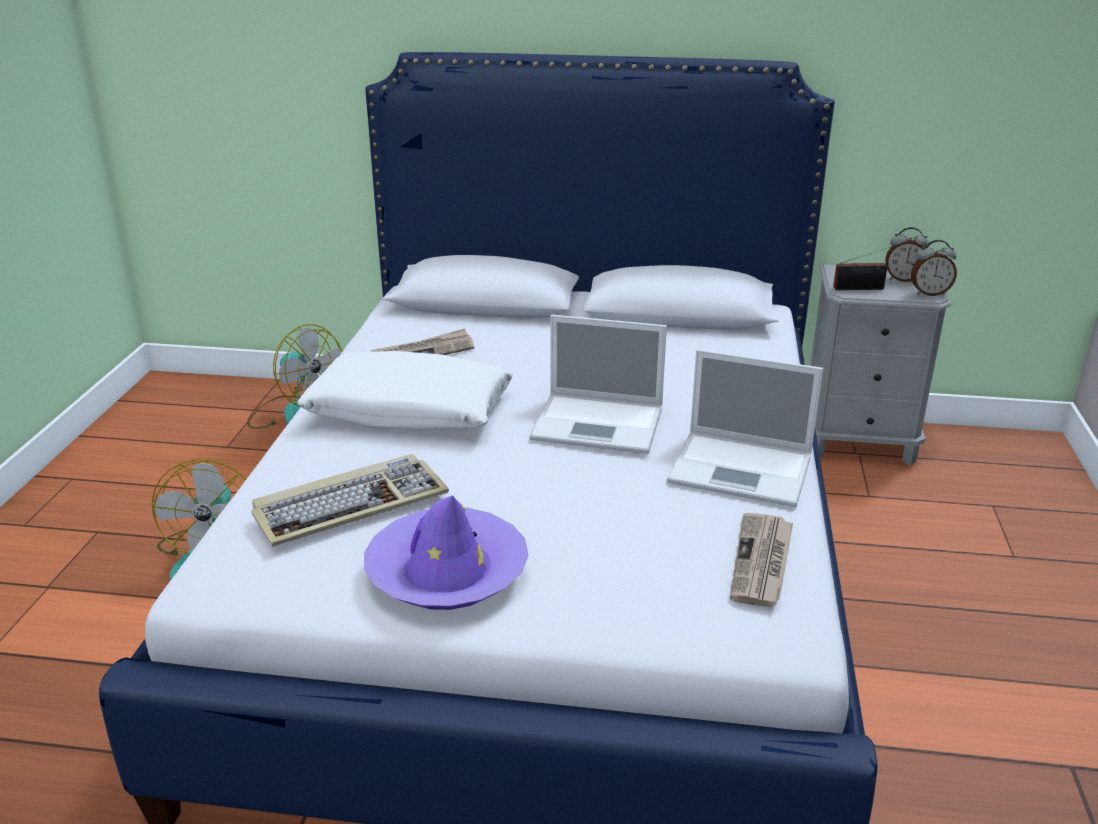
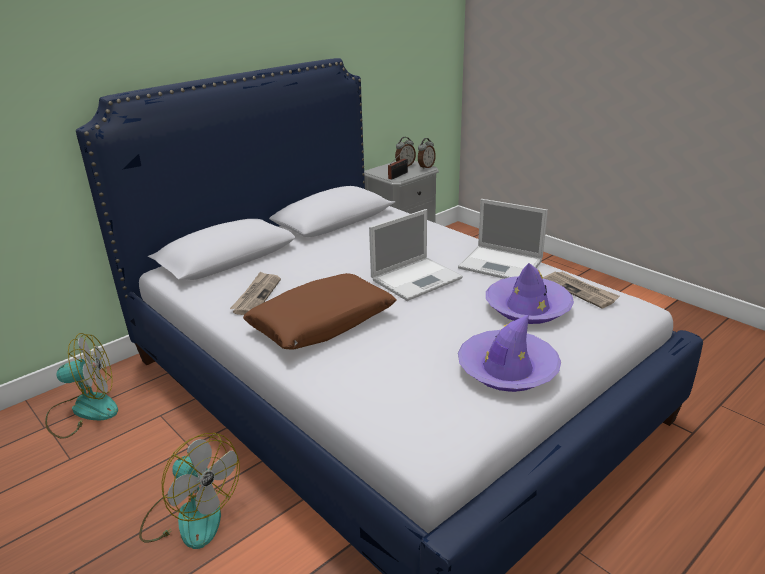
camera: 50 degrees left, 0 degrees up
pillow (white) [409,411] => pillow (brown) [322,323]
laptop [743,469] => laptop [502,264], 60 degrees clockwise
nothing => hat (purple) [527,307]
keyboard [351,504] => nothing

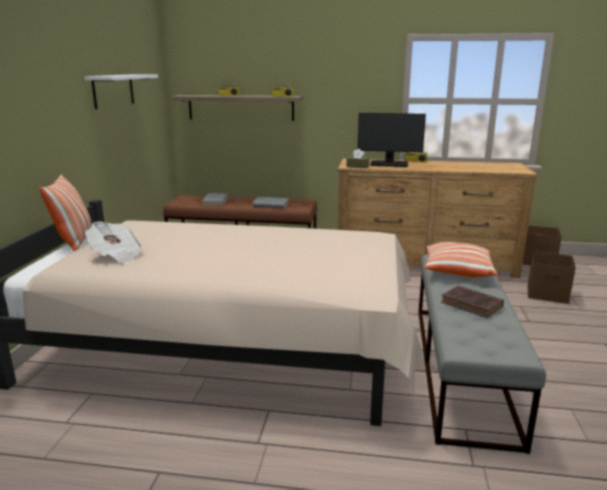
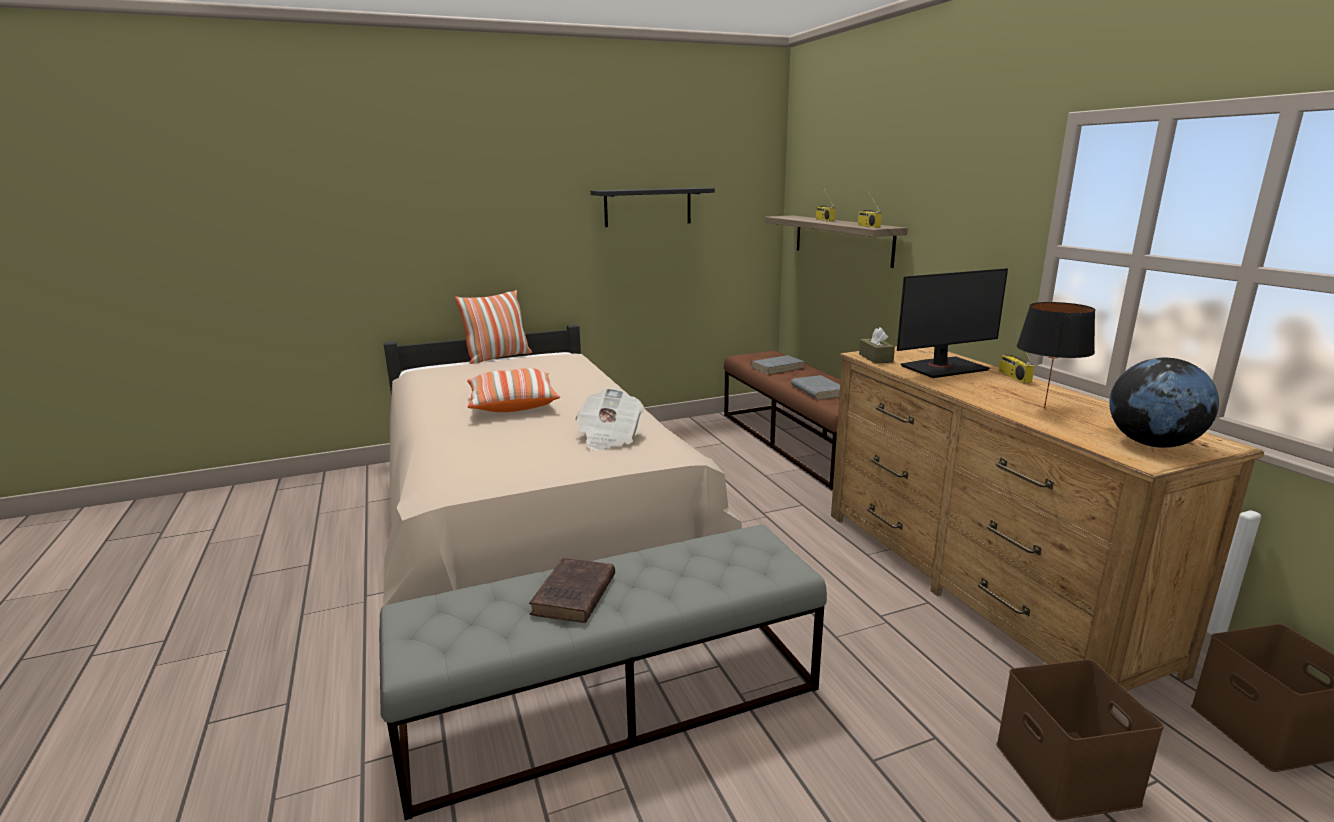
camera: 60 degrees right, 0 degrees up
pillow [457,271] => pillow [512,404], move
newspaper [116,255] => newspaper [609,437], move
shelf (white) [113,90] => shelf (black) [648,207]
monitor [389,164] => monitor [943,368], 90 degrees counterclockwise
nothing => table lamp (black) [1045,408]
nothing => globe [1152,444]

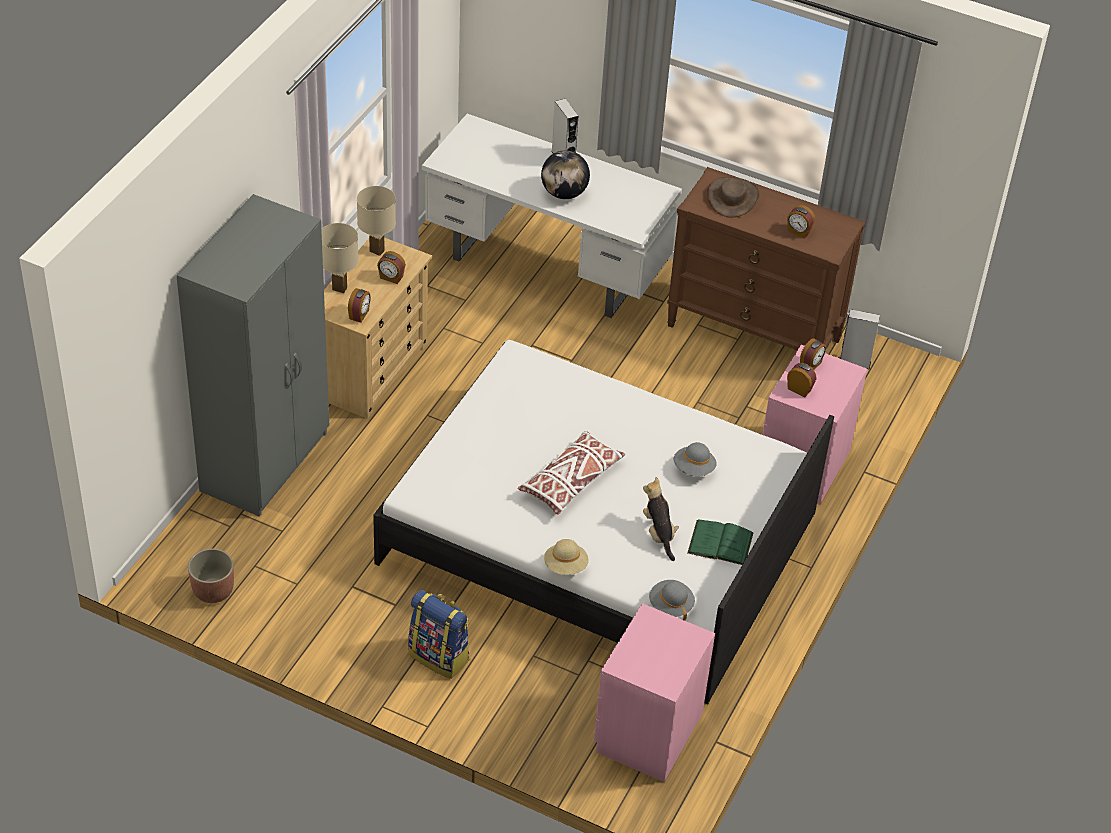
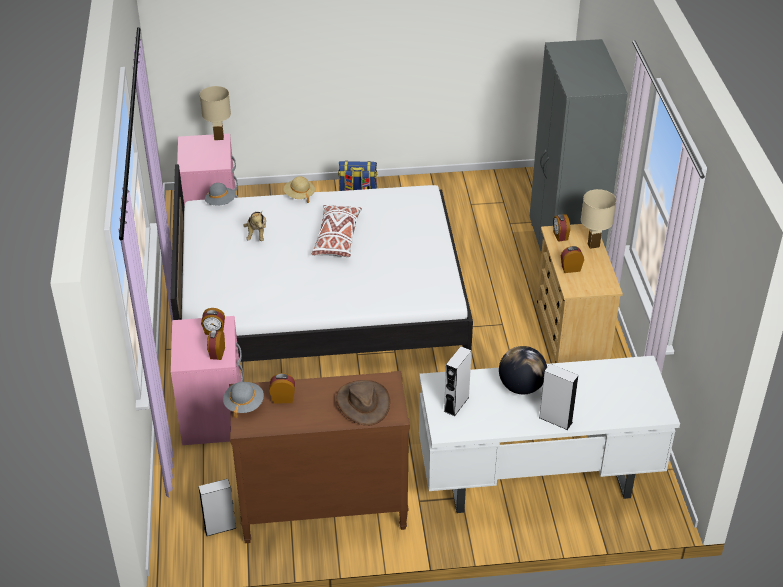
camera: 150 degrees right, 5 degrees down
table lamp (beige) [377,251] => table lamp (beige) [218,138], move
hat (grey) [694,468] => hat (grey) [244,404], move
plush toy [659,533] => plush toy [257,234], 45 degrees clockwise
nothing => speaker (grey) [456,404]
planter [213,590] => nothing
book (green) [720,543] => nothing

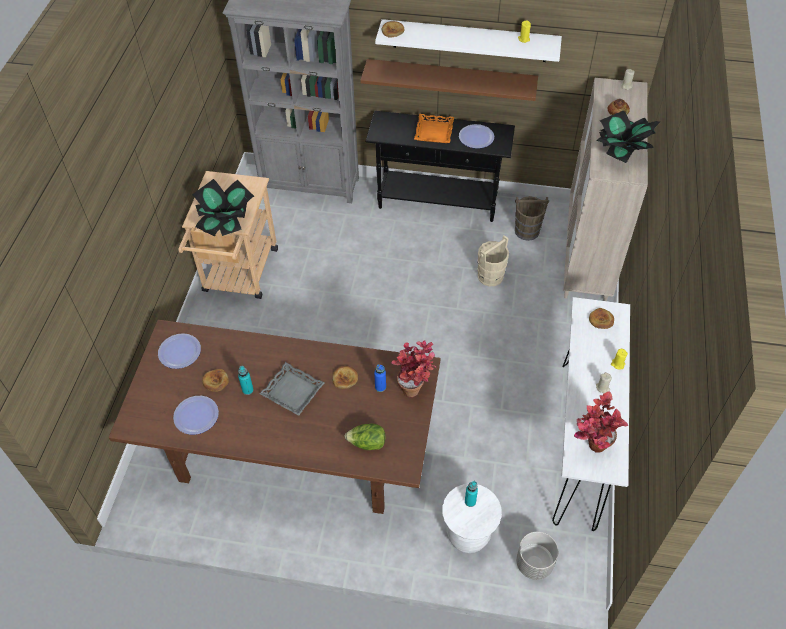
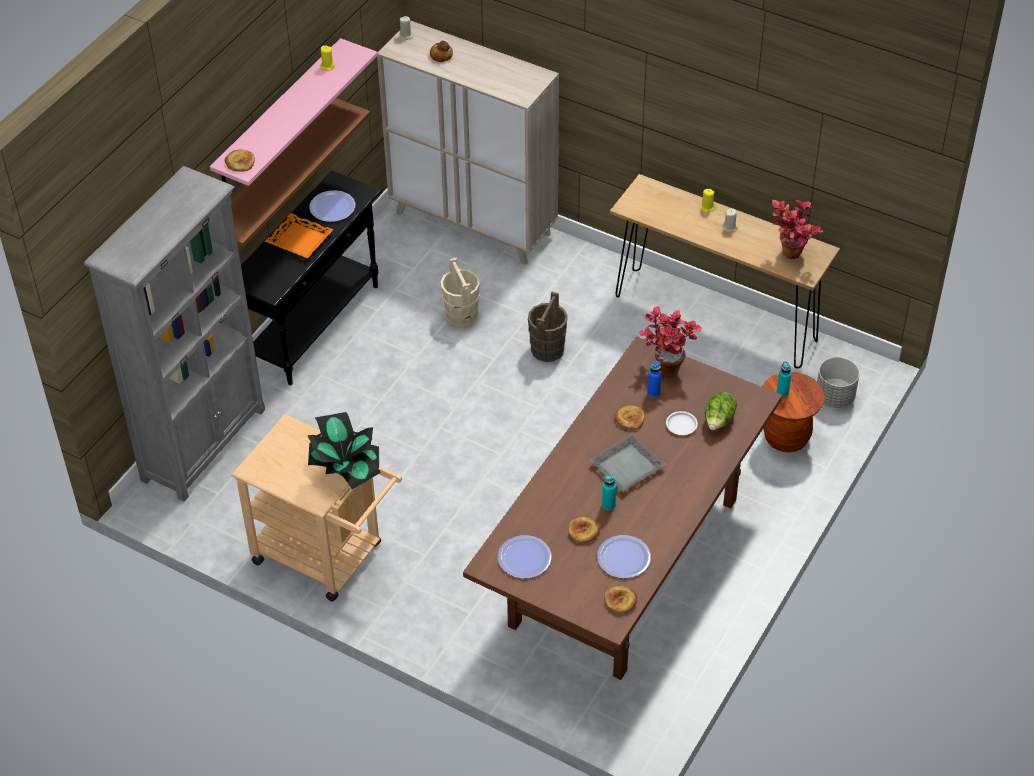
camera: 70 degrees left, 5 degrees down
shelf (white) [469,40] => shelf (pink) [279,115]
bucket (brown) [527,231] => bucket (brown) [547,349], move
bread [601,320] => bread [620,601], move
console table (white) [578,442] => console table (brown) [715,318]
nothing => plate (white) [681,425]
stool (white) [468,535] => stool (brown) [786,437]
potted plant [620,153] => nothing

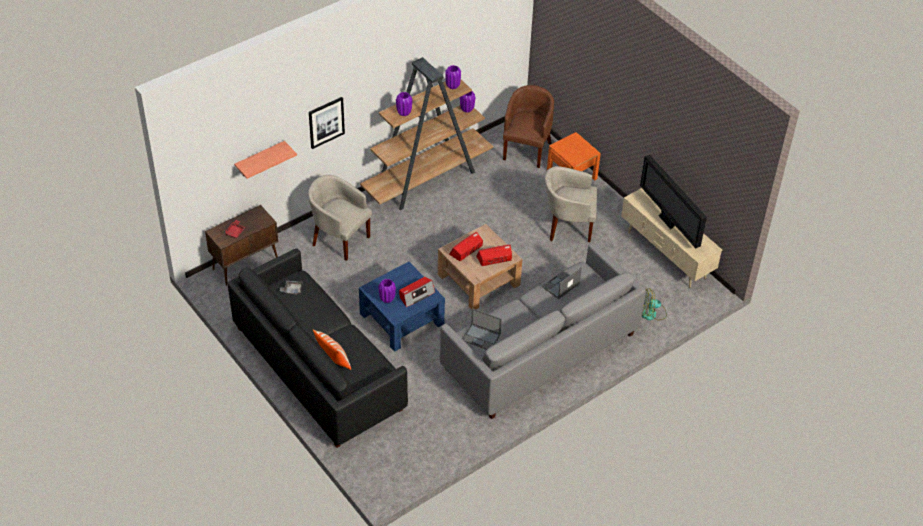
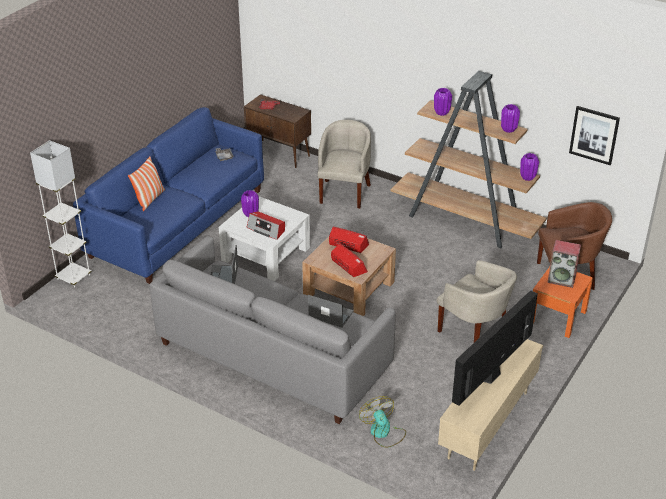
camera: 70 degrees right, 10 degrees down
nothing => floor lamp (white) [73,277]
sofa (black) [318,368] => sofa (blue) [178,223]
coffee table (blue) [401,318] => coffee table (white) [265,254]
armchair (beige) [568,226] => armchair (beige) [474,333], 150 degrees clockwise
nothing => speaker [562,279]
picture [326,122] => picture [594,135], move
shelf [260,159] => nothing

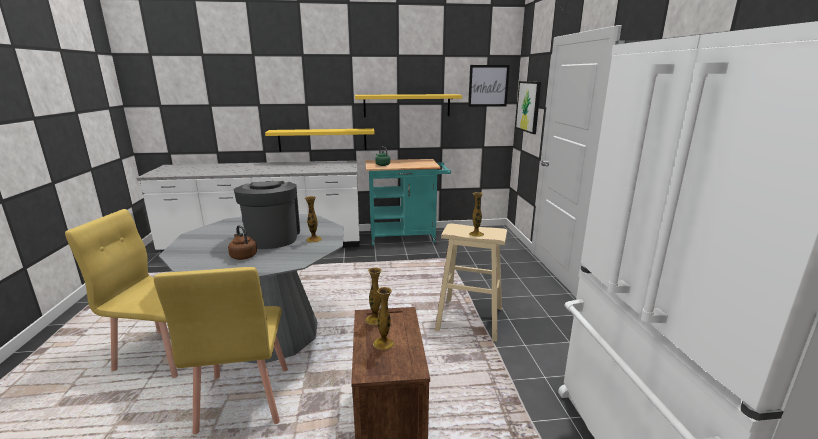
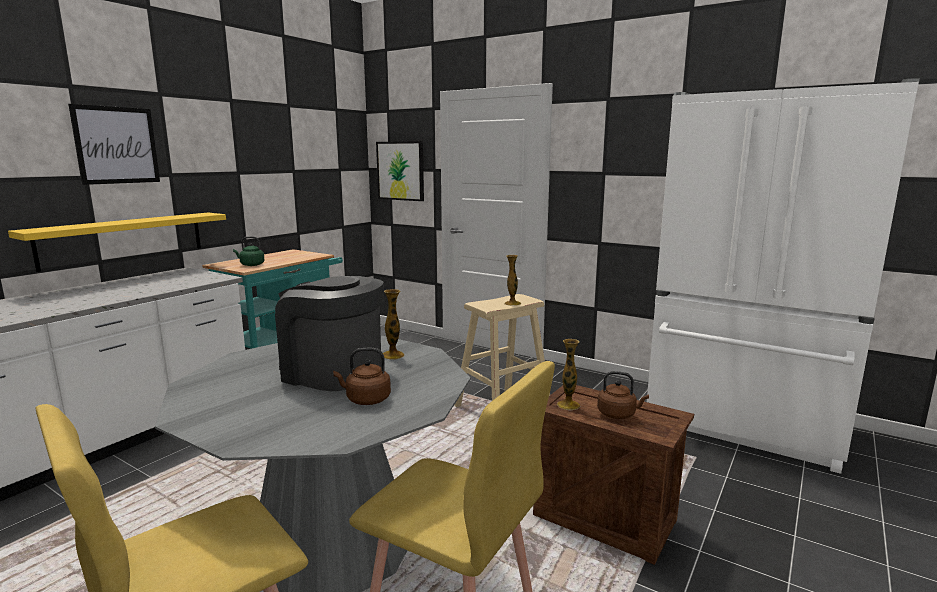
camera: 50 degrees left, 5 degrees down
picture [488,86] => picture [116,145], move
vase [383,343] => kettle (brown) [618,414]
shelf (yellow) [407,105] => nothing

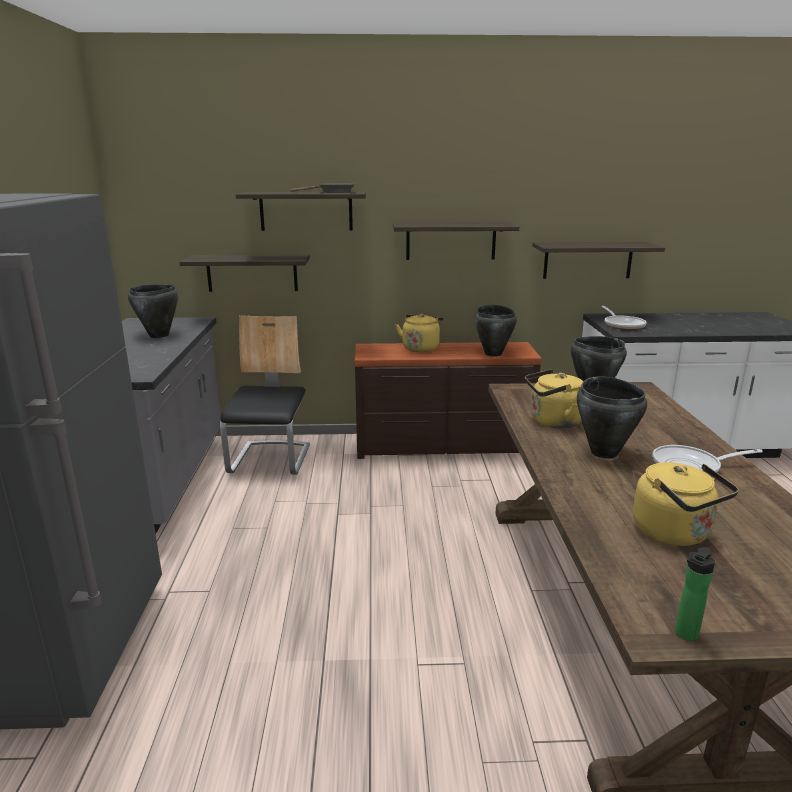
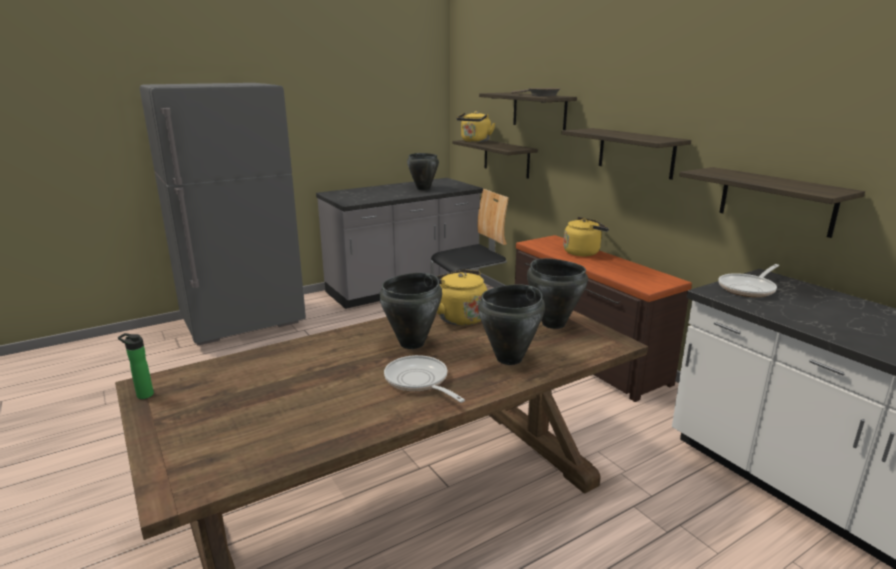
camera: 60 degrees right, 0 degrees up
kettle (yellow) [675,533] => kettle (yellow) [475,141], move
cooking pot (black) [493,354] => cooking pot (black) [510,359], move

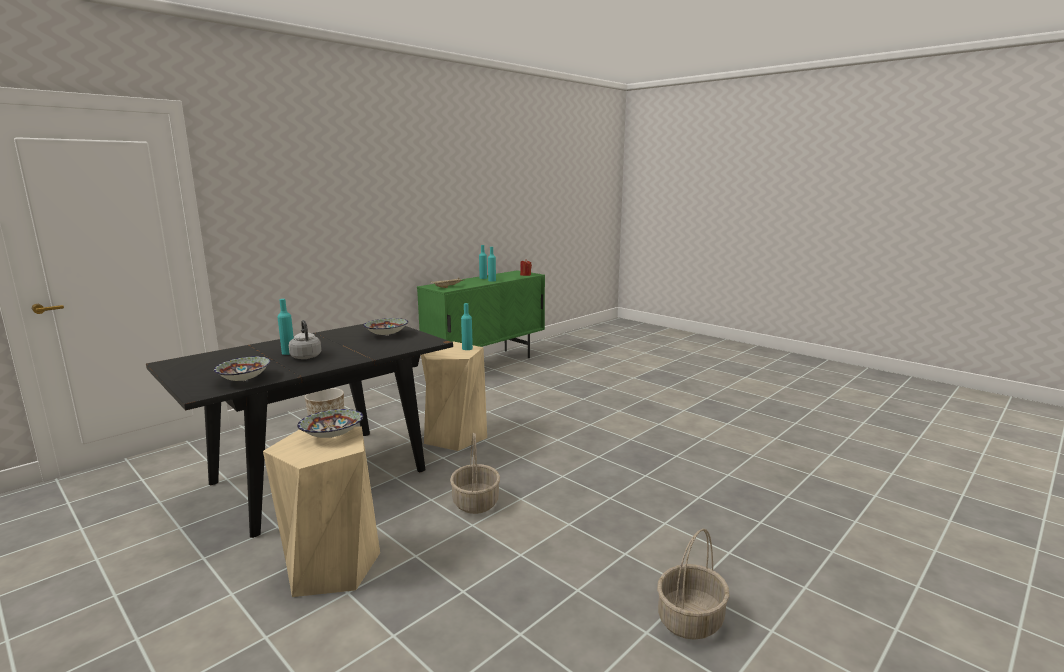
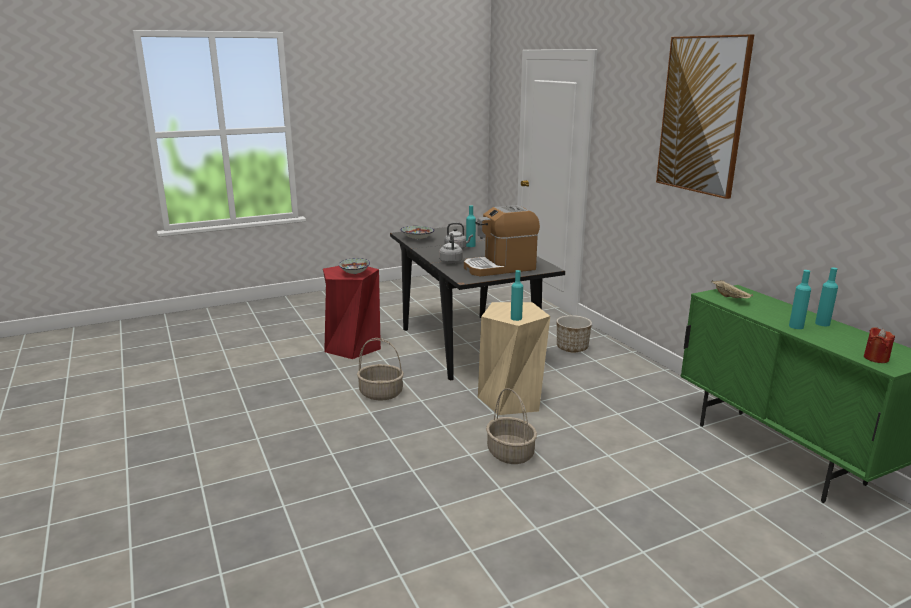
camera: 110 degrees right, 5 degrees up
stool (beige) [331,566] => stool (red) [352,347]
nothing => kettle (grey) [450,261]
bowl [386,335] => coffee machine [500,268]
basket [690,620] => basket [509,453], move
nothing => picture [702,115]

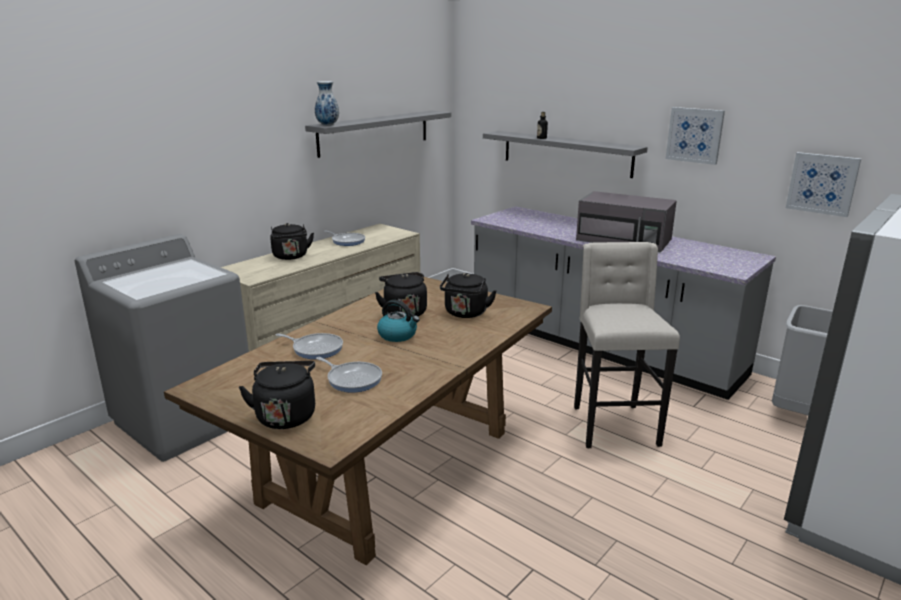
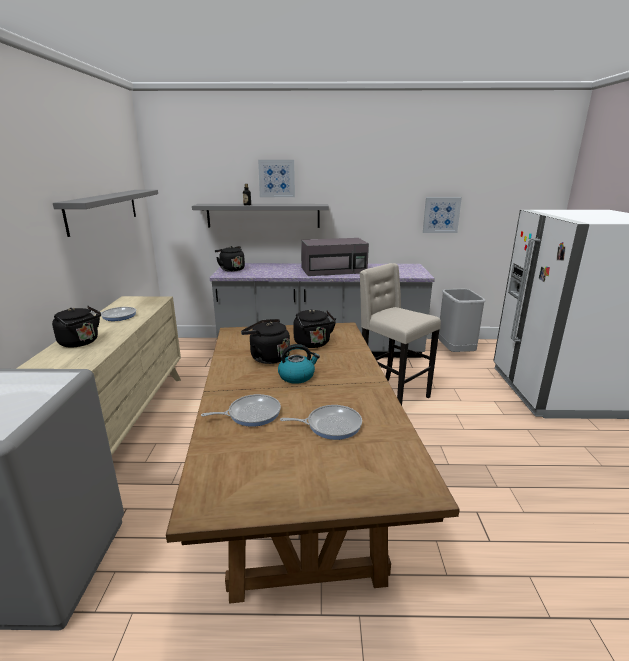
camera: 40 degrees left, 0 degrees up
kettle (black) [286,415] => kettle (black) [231,269], move
picture [694,135] => picture [276,178], move
vase [327,125] => nothing

